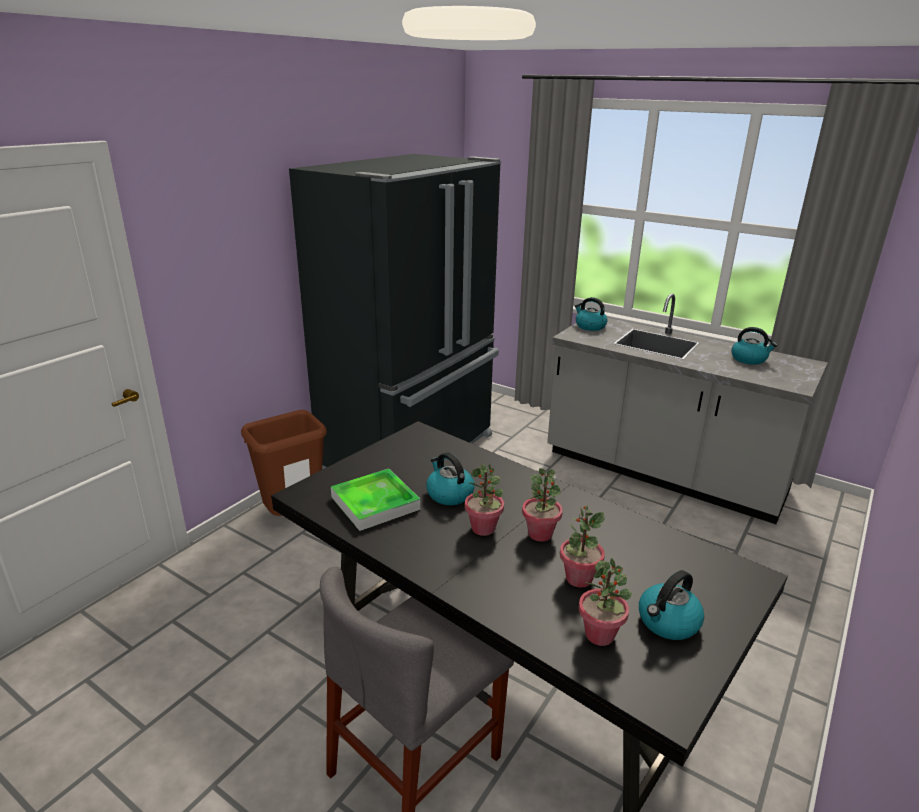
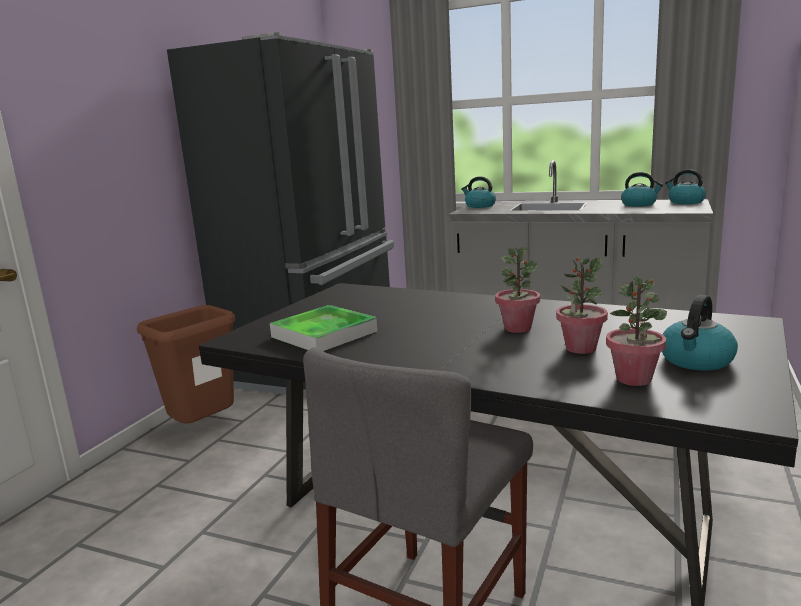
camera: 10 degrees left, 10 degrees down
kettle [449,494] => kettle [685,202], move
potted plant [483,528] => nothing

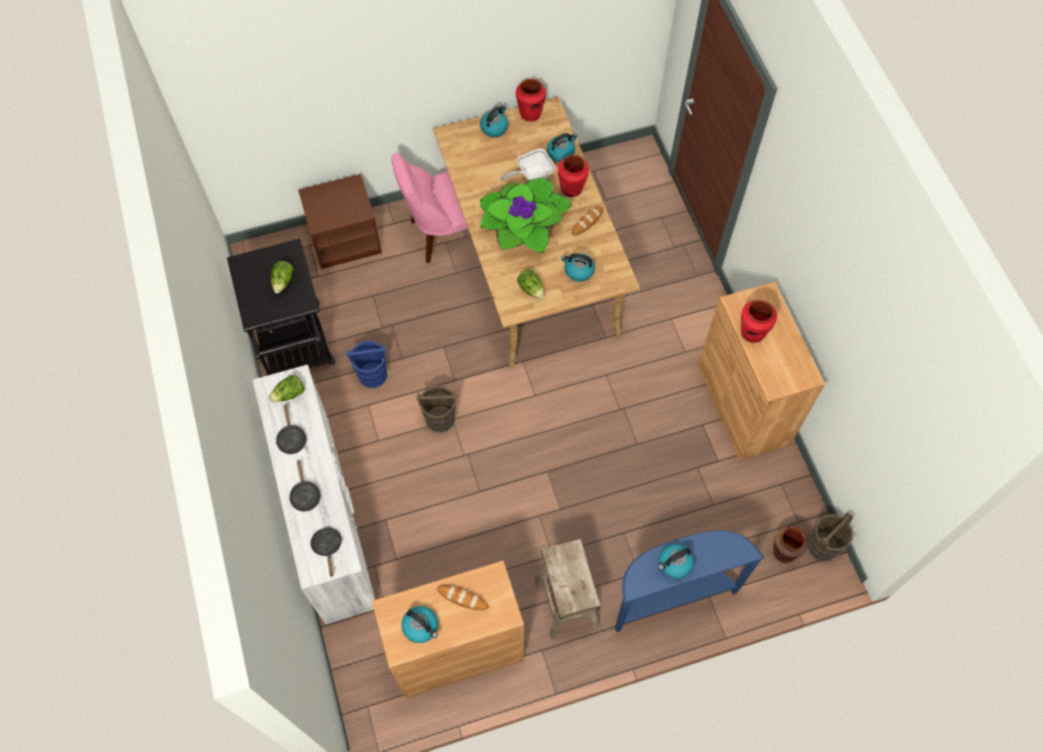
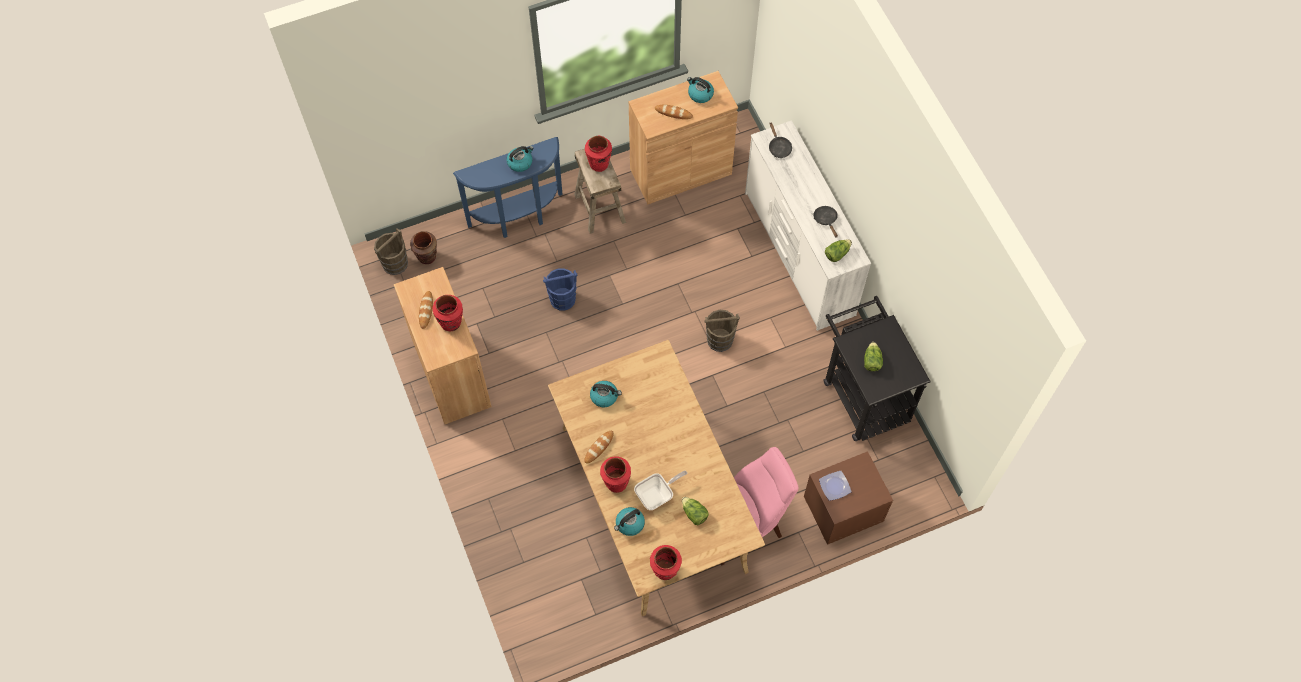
camera: 175 degrees right, 0 degrees up
nothing => bread [426,310]
bucket (blue) [373,375] => bucket (blue) [562,299], move
nothing => vase (red) [599,164]
lettuce [531,288] => lettuce [694,514], move
nothing => plate [835,486]
frying pan (black) [305,494] => nothing
kettle [494,127] => nothing
potted plant [524,227] => nothing

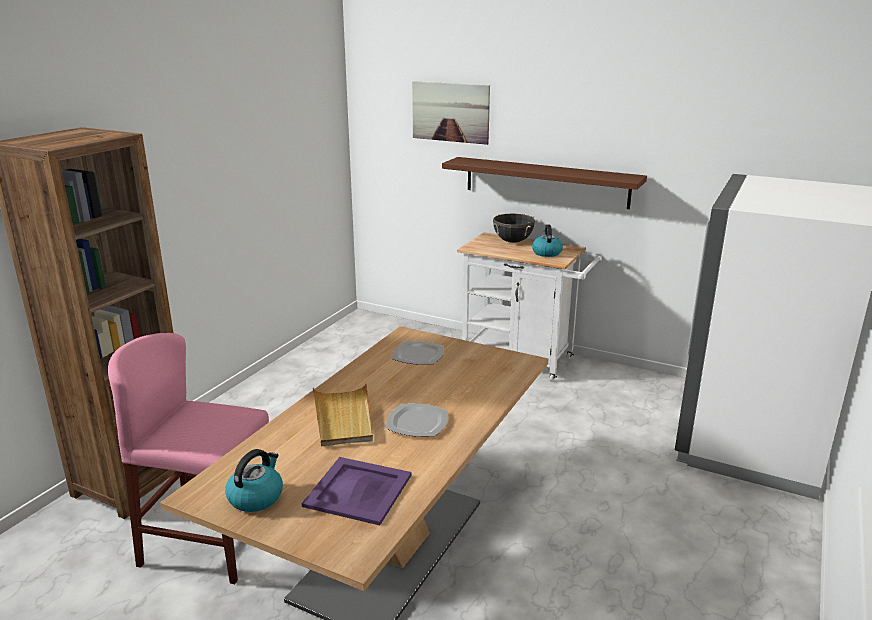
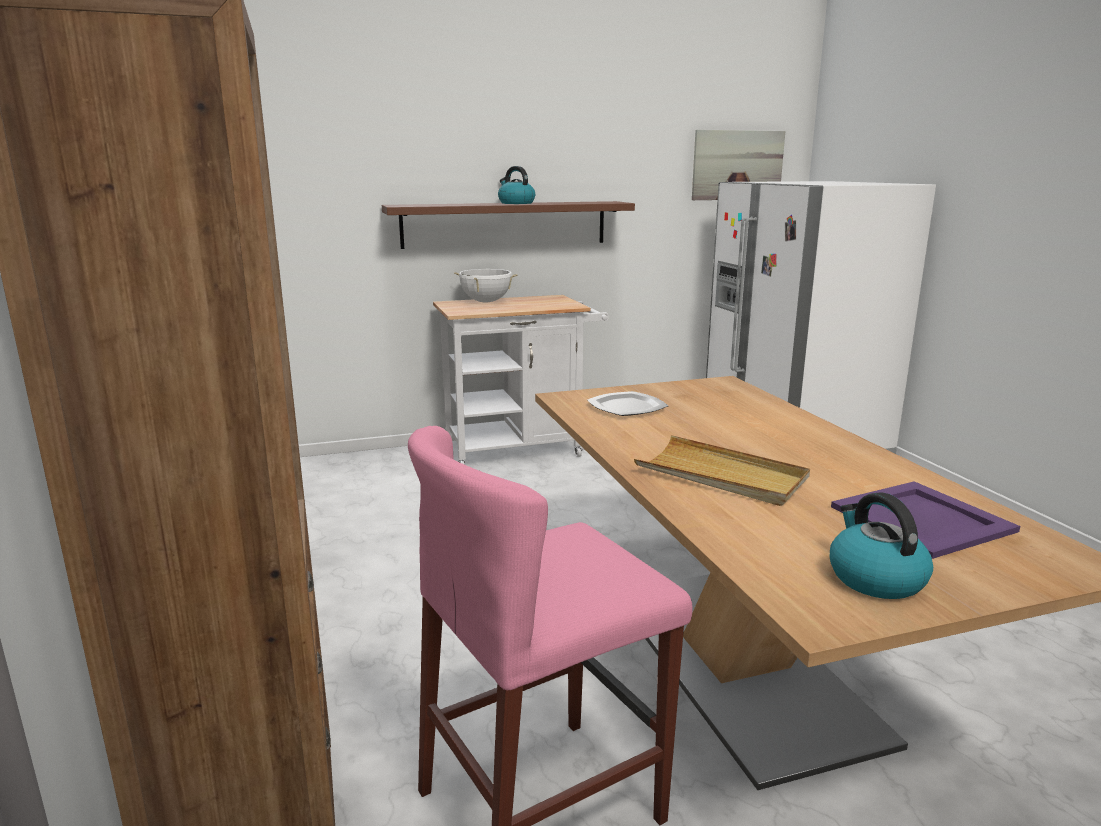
camera: 45 degrees left, 5 degrees down
cooking pot (black) [512,241] => cooking pot (white) [486,302]
kettle [546,252] => kettle [516,203], move
picture [450,112] => picture [737,165], move
plate [418,423] => nothing

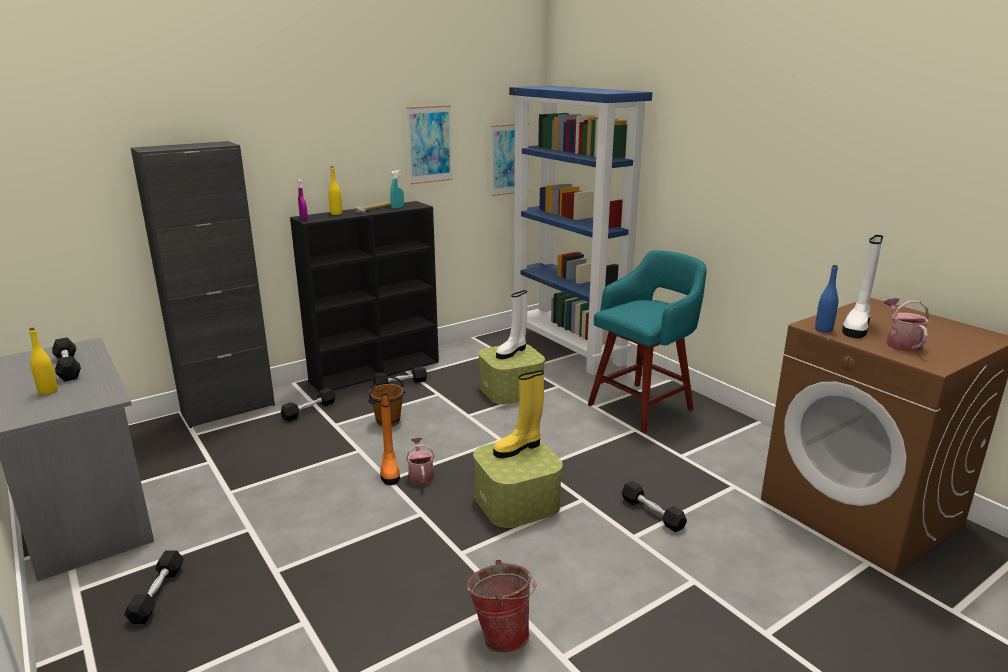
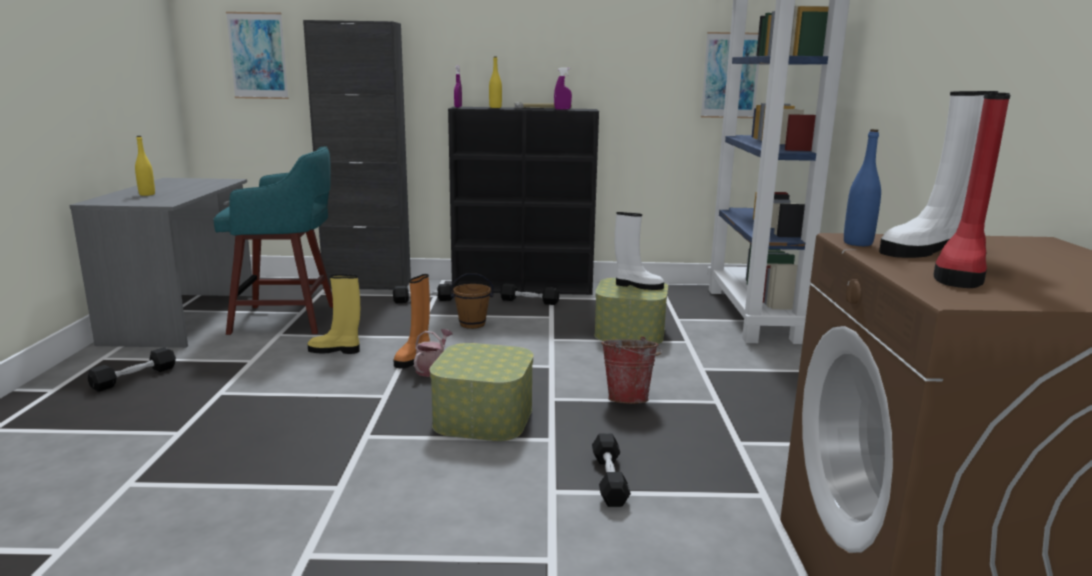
camera: 35 degrees right, 5 degrees down
stool (turquoise) [643,406] => stool (turquoise) [288,319], move
picture [430,144] => picture [258,56], move
boot (yellow) [518,448] => boot (yellow) [336,350], move
spray bottle (turquoise) [397,207] => spray bottle (purple) [562,109]
bucket [502,633] => bucket [629,398], move
boot (white) [512,352] => boot (white) [637,286], 150 degrees counterclockwise
watering can [901,343] => boot (red) [961,273]
dumbbell (black) [68,367] => nothing

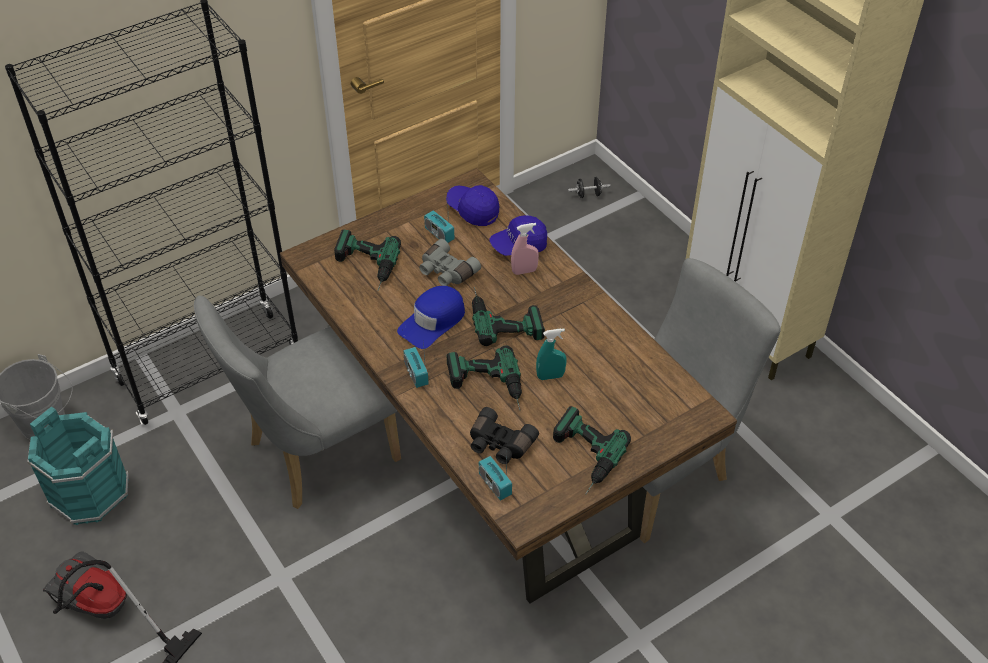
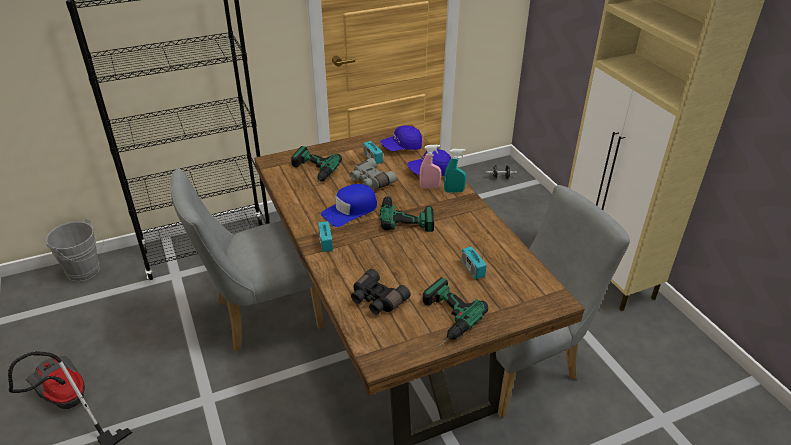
camera: 10 degrees right, 10 degrees down
cap (blue) [473,210] => cap (blue) [401,147], 75 degrees counterclockwise
spray bottle (turquoise) [550,376] => spray bottle (turquoise) [454,191], move
radio [495,484] => radio [472,269], move
bucket (turquoise) [90,491] => nothing
power drill [487,387] => nothing

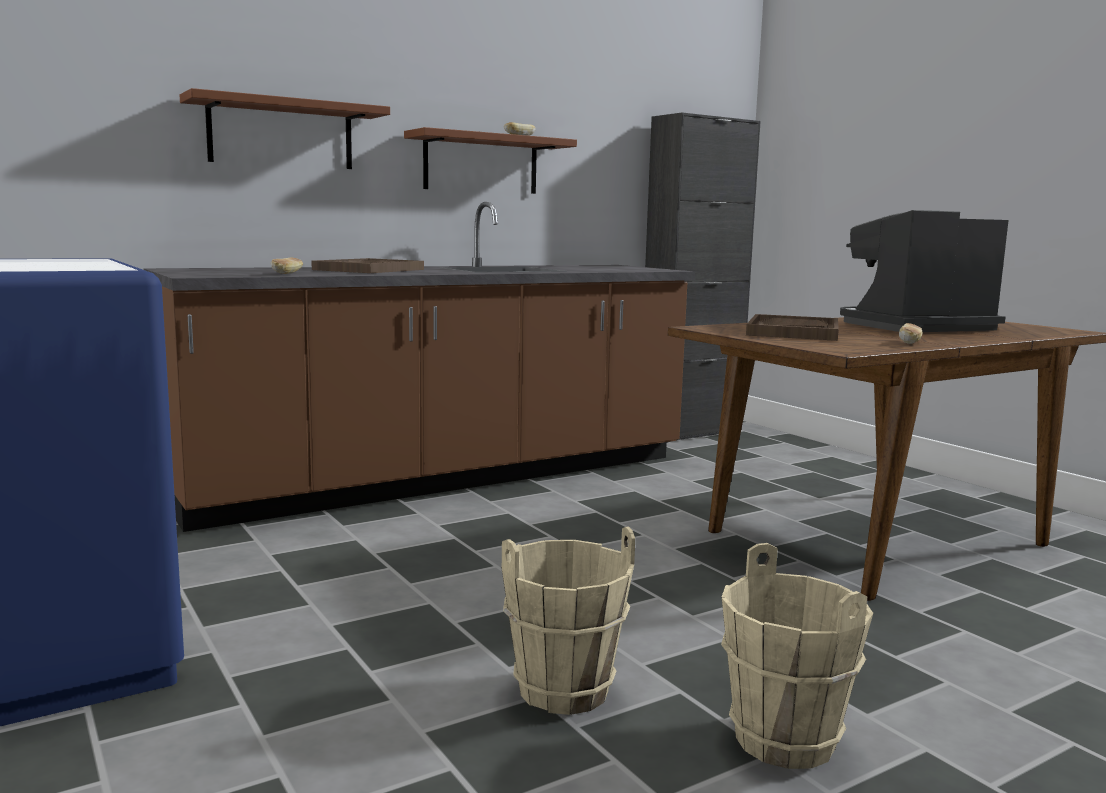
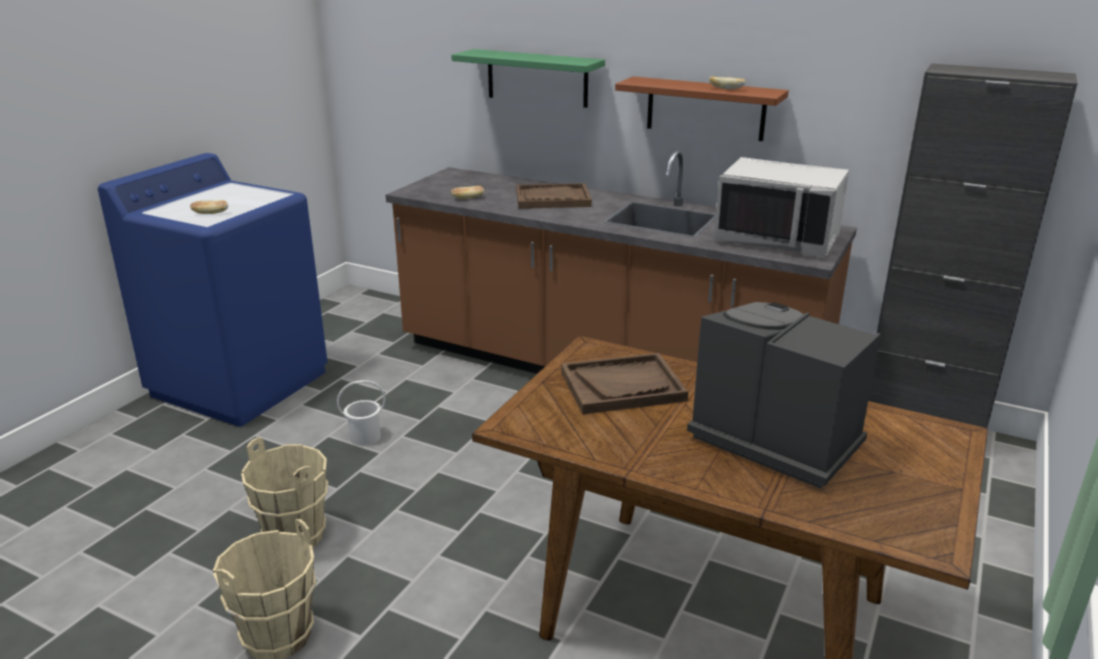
camera: 60 degrees right, 15 degrees up
bread [910,343] => bread [210,213], move
nothing => bucket (white) [365,437]
shelf (brown) [281,134] => shelf (green) [537,78]
nothing => microwave (grey) [777,239]

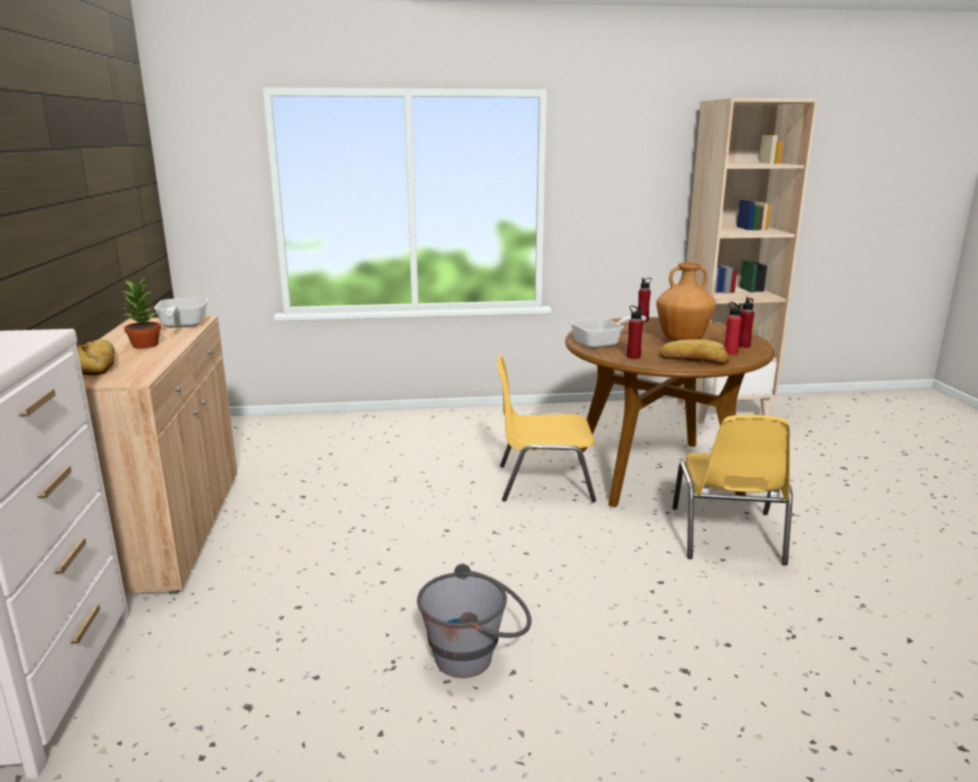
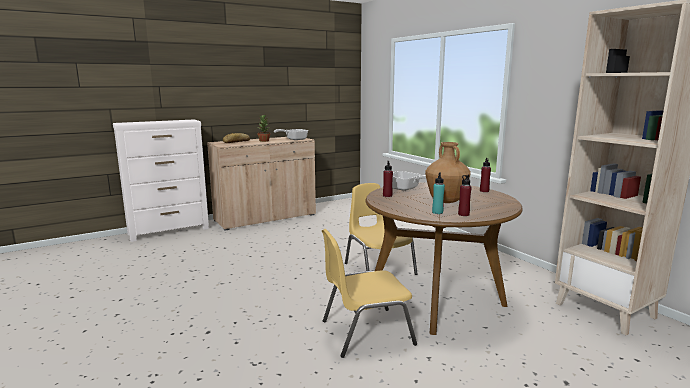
camera: 65 degrees right, 5 degrees down
bottle (red) [730,352] => bottle (turquoise) [437,212]
bucket (grey) [476,656] => nothing
bread [693,359] => nothing

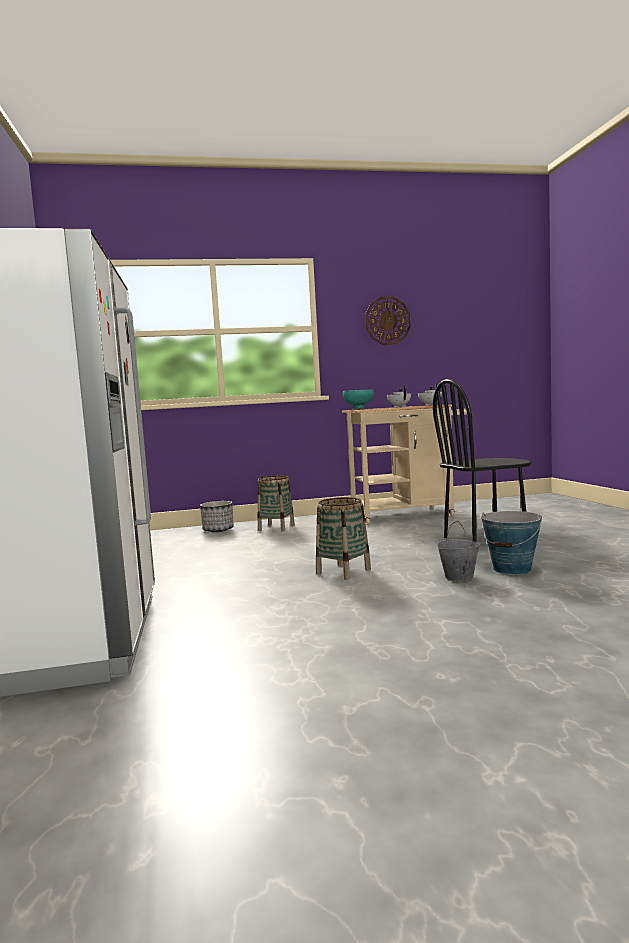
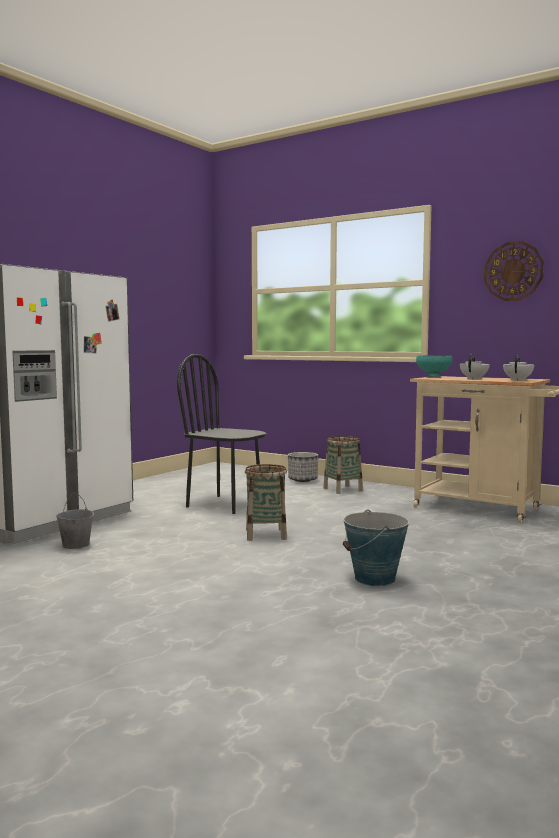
camera: 45 degrees right, 0 degrees up
bucket (grey) [458,577] => bucket (grey) [75,545], move
chair (black) [485,540] => chair (black) [225,504], move

